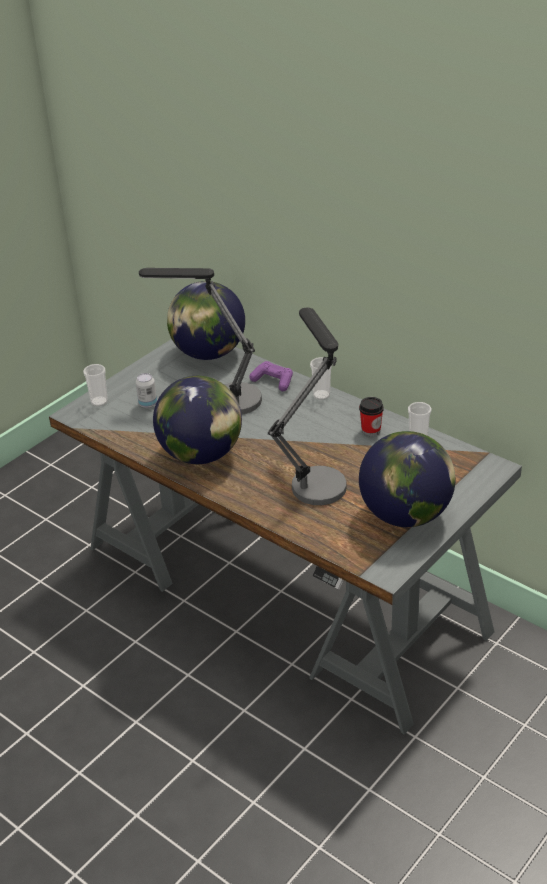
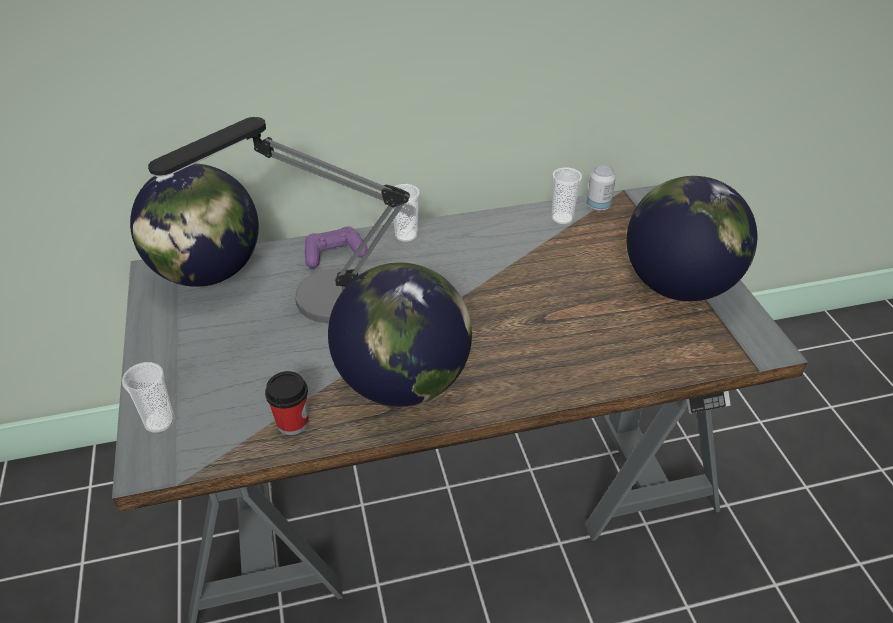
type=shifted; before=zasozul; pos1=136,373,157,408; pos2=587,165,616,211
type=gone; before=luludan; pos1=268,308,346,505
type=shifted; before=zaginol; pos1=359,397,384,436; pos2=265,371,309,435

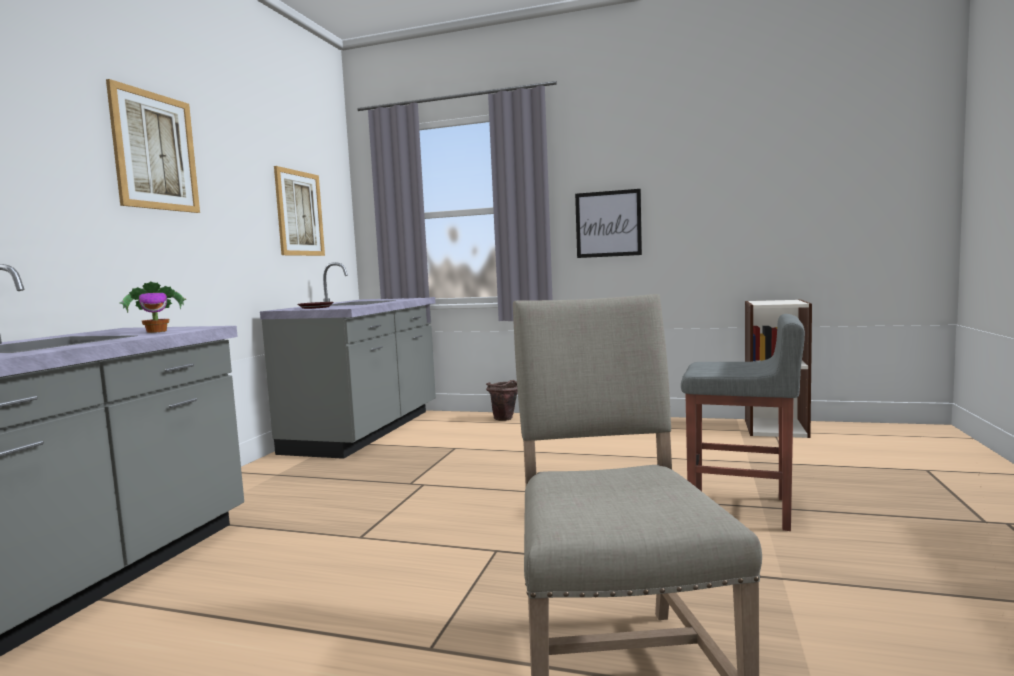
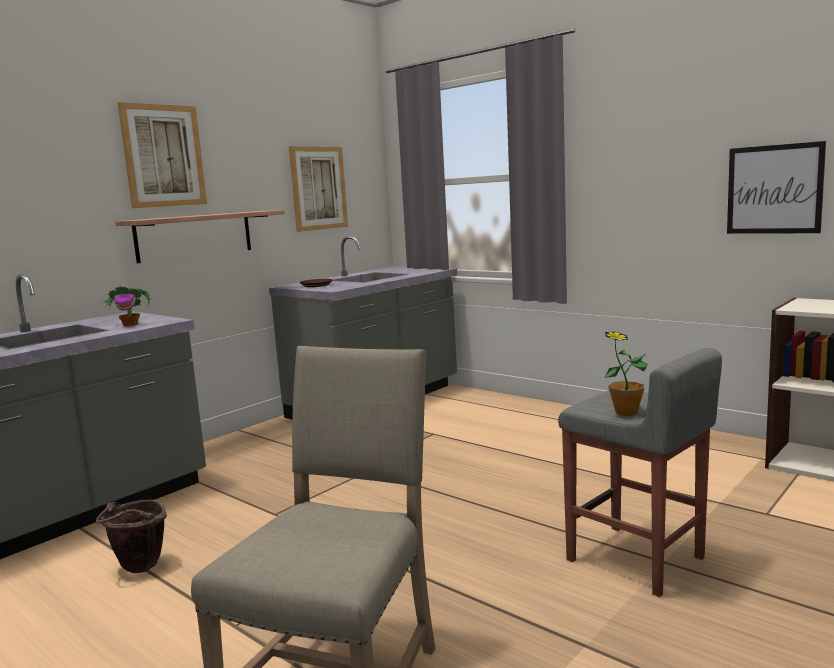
type=shifted; before=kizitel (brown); pos1=486,380,518,421; pos2=96,500,167,573
type=shifted; before=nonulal; pos1=575,189,642,258; pos2=727,141,826,234
type=new; after=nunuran; pos2=115,210,285,263
type=new; after=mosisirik; pos2=604,332,648,416

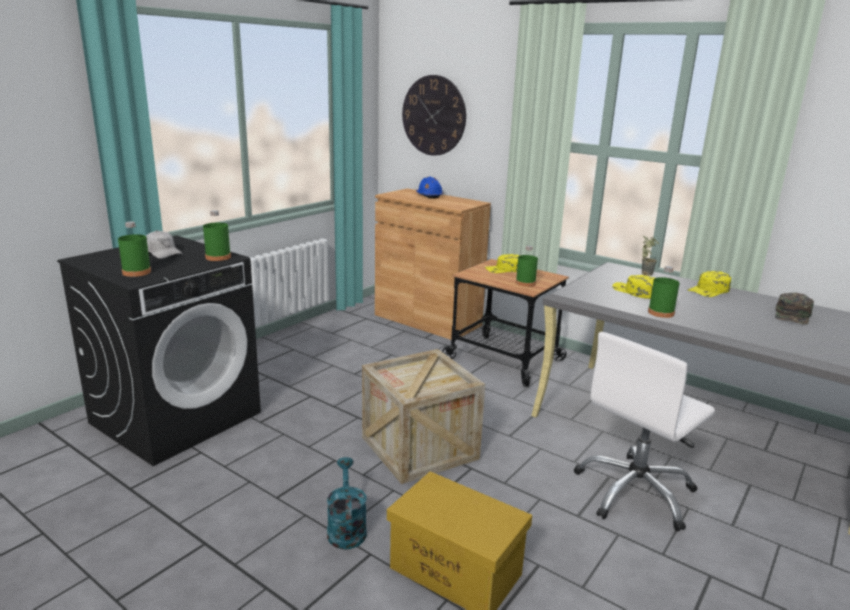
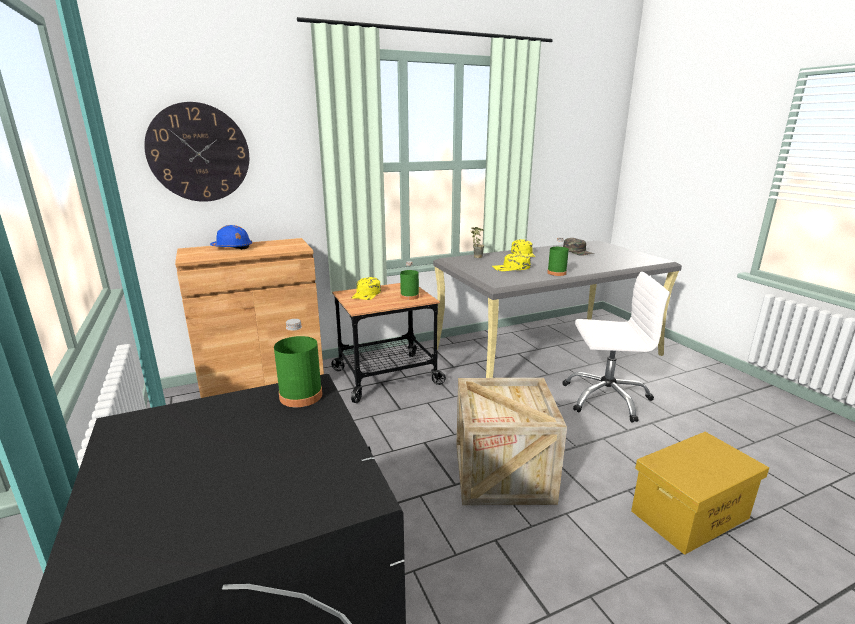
type=gone; before=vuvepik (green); pos1=118,221,151,277
type=gone; before=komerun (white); pos1=146,230,183,259
type=gone; before=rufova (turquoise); pos1=327,457,367,549
type=rotated; before=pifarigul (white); pos1=574,332,715,531; pos2=562,272,670,423; turn=-75

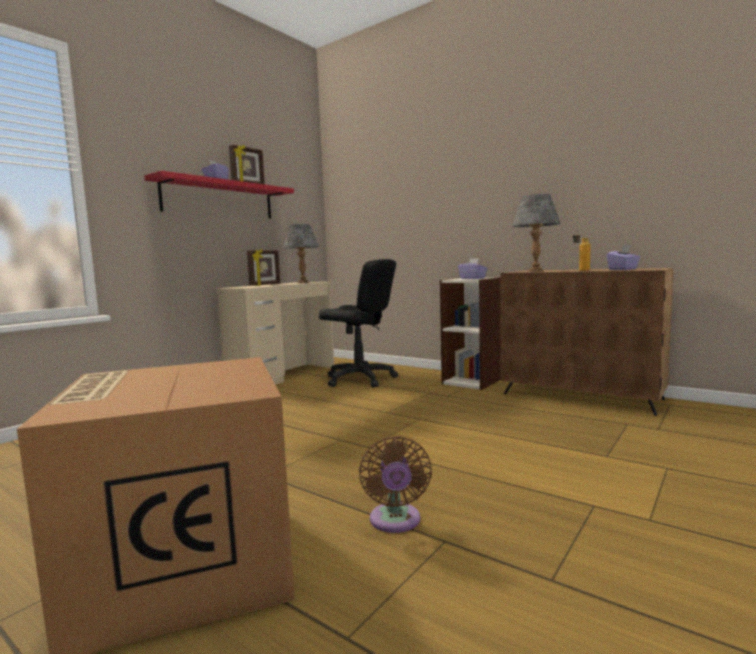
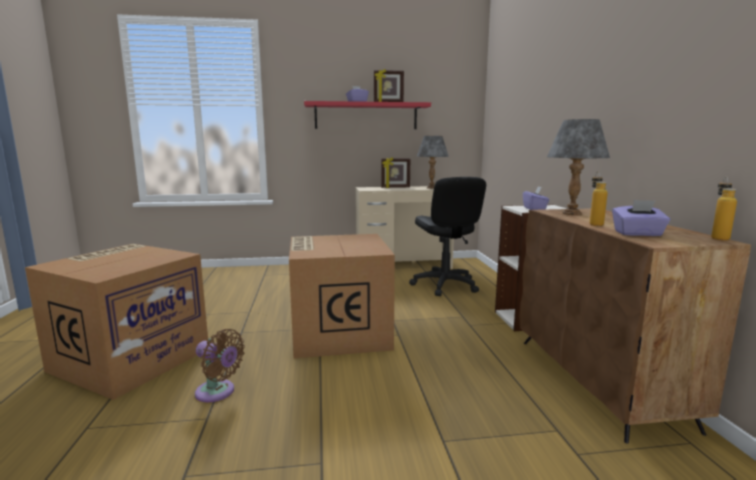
type=rotated; before=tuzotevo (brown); pos1=359,436,432,533; pos2=195,329,245,402; turn=-105
type=new; after=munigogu; pos2=289,234,395,359
type=new; after=vuvepik; pos2=711,176,737,241

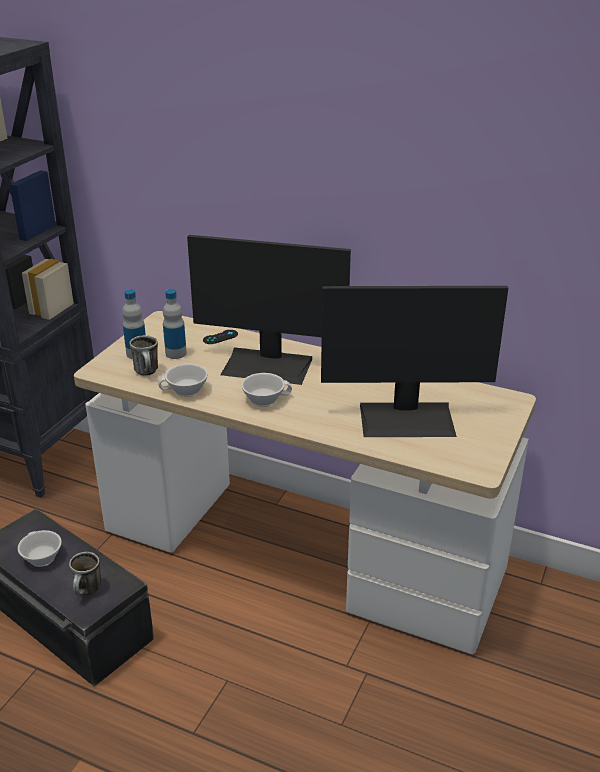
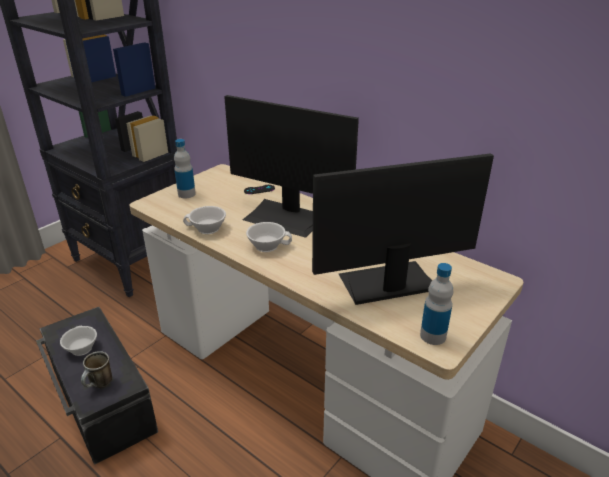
type=gone; before=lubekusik; pos1=129,335,158,376
type=shifted; before=vuvepik; pos1=163,289,187,359; pos2=420,263,453,345
type=rotated; before=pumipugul; pos1=321,286,508,437; pos2=312,153,494,305; turn=150

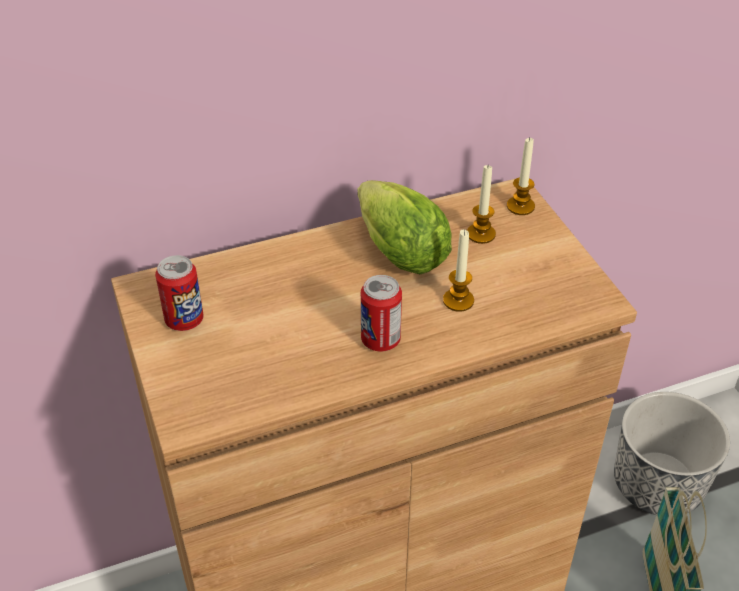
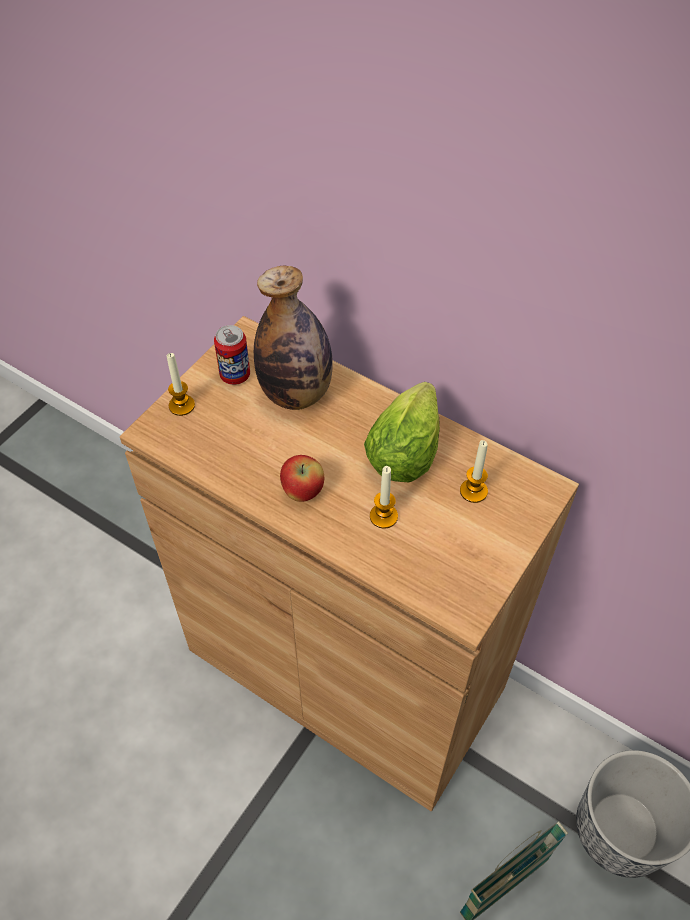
type=swapped; before=zasozul; after=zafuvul; pos1=361,275,402,351; pos2=280,455,324,502
type=shifted; before=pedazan; pos1=507,137,535,215; pos2=167,353,195,416
type=new; after=vuvepik; pos2=254,266,333,410

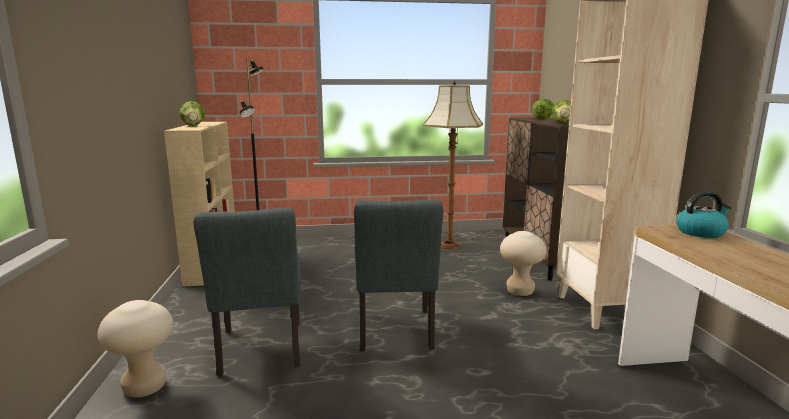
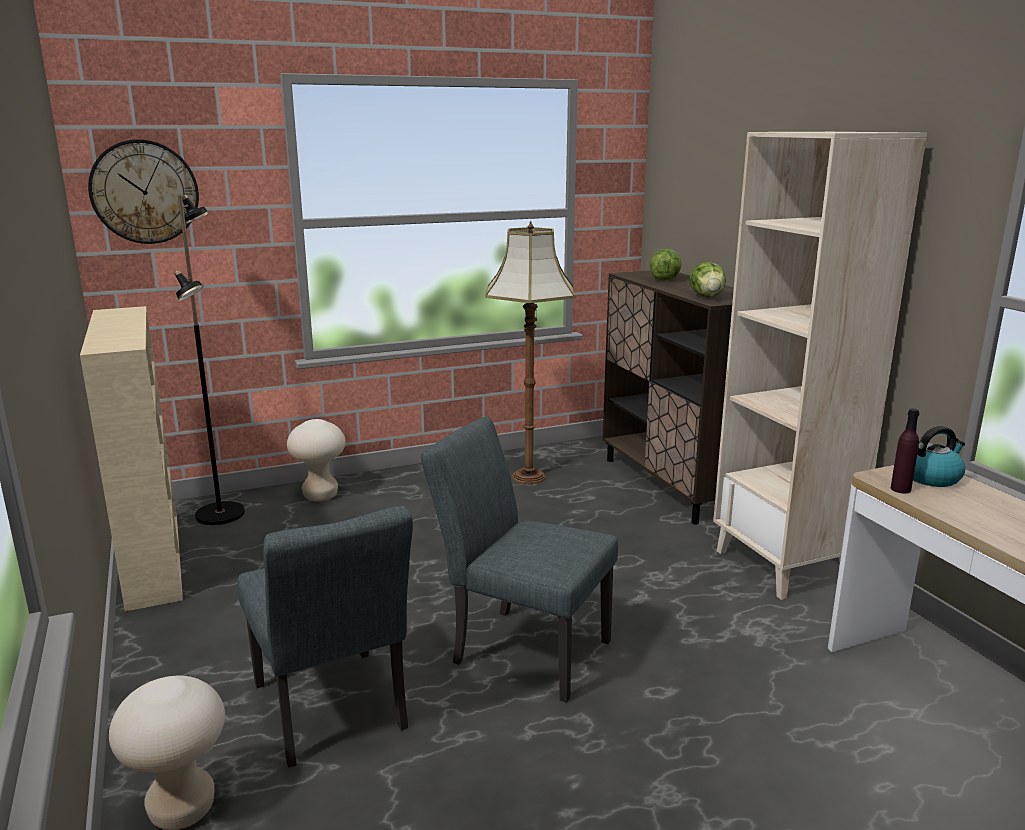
type=gone; before=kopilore; pos1=179,101,205,126
type=rotated; before=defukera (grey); pos1=354,200,443,352; pos2=421,417,618,703; turn=135
type=shifted; before=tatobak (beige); pos1=500,231,547,296; pos2=287,419,346,501
type=new; after=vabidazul; pos2=88,139,199,244
type=new; after=vuvepik (purple); pos2=891,409,919,494

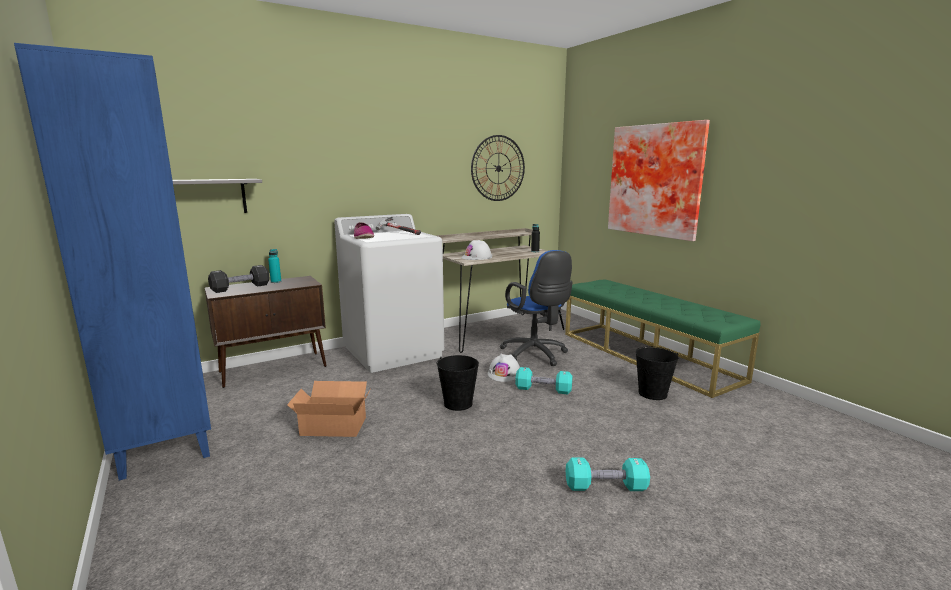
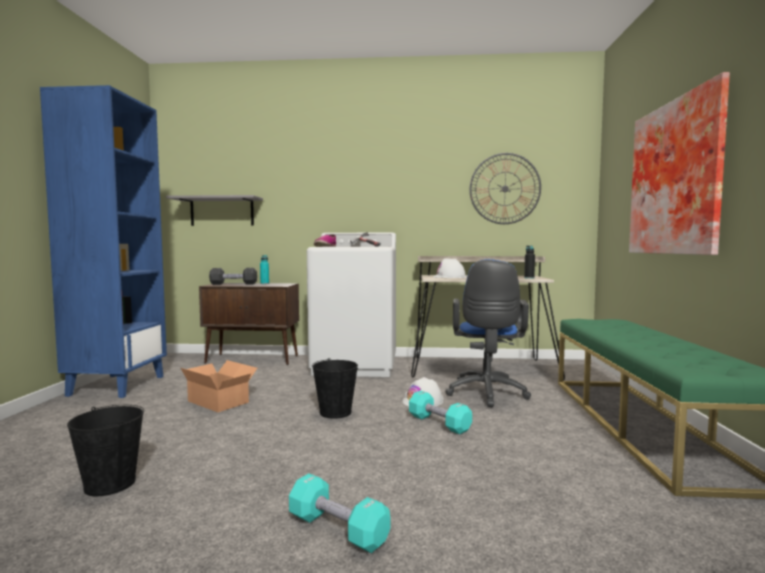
type=shifted; before=kizitel (black); pos1=636,346,678,400; pos2=67,405,144,496

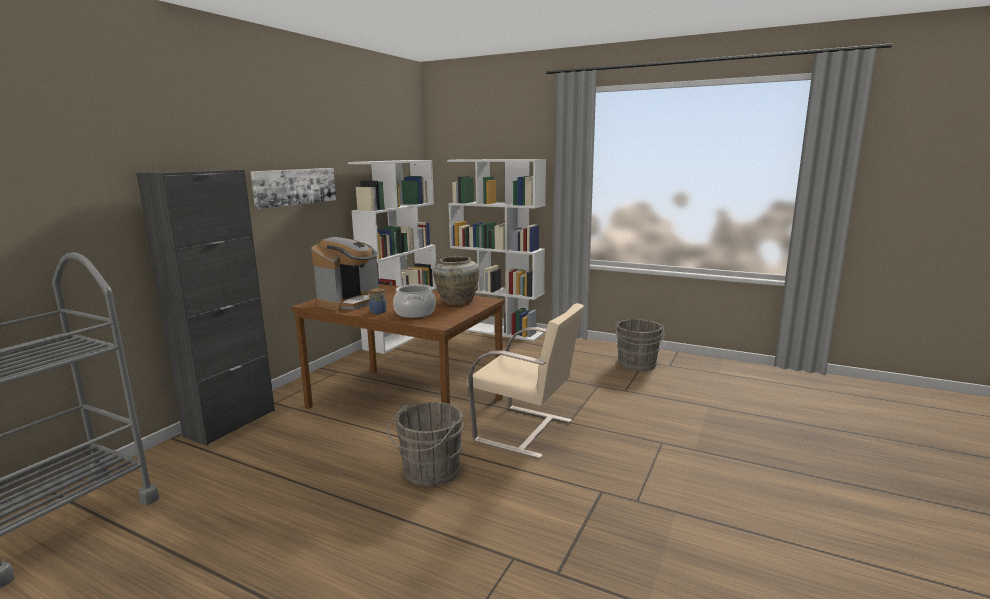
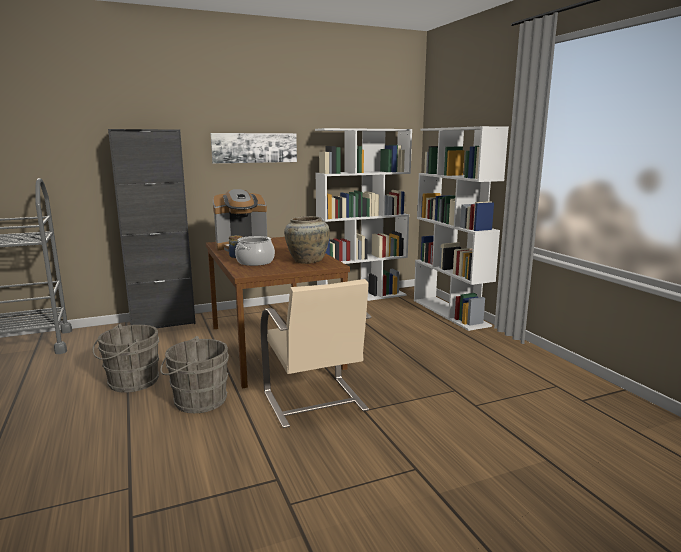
type=shifted; before=kizitel (grey); pos1=616,319,665,371; pos2=93,324,159,392

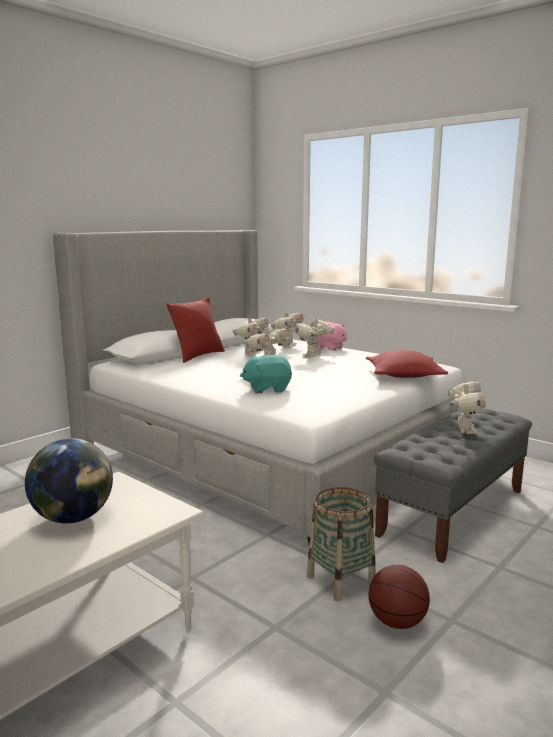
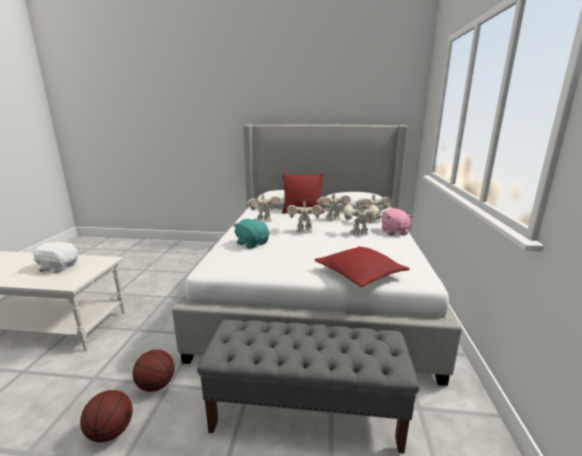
type=swapped; before=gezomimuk; after=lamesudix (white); pos1=25,438,113,524; pos2=31,241,78,273
type=swapped; before=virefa; after=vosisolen; pos1=307,487,376,601; pos2=133,350,175,392
type=shifted; before=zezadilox; pos1=448,379,486,434; pos2=246,194,280,222

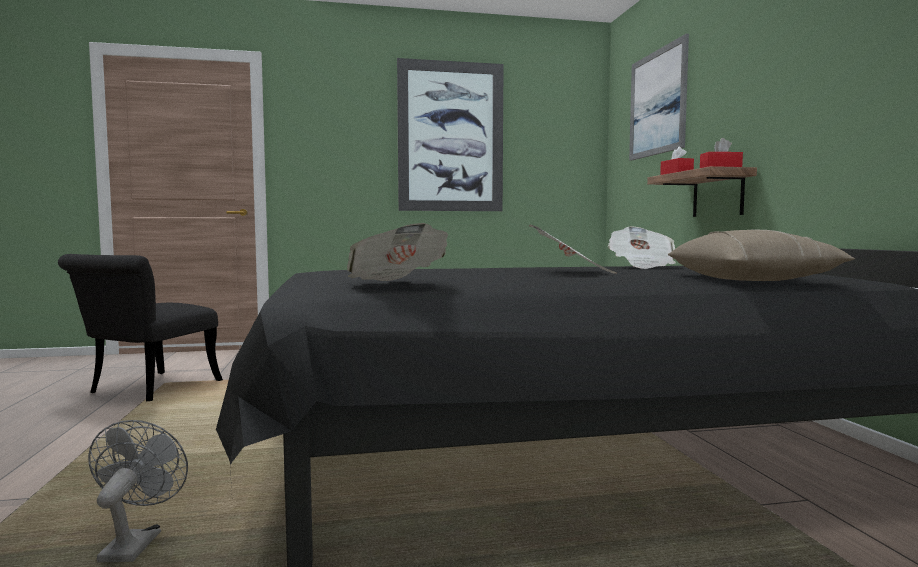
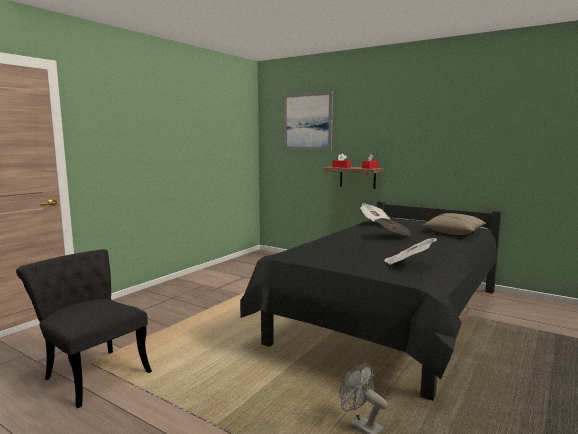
type=rotated; before=defukera (black); pos1=58,254,223,401; pos2=16,249,152,408; turn=150
type=gone; before=nonulal; pos1=397,58,504,211

